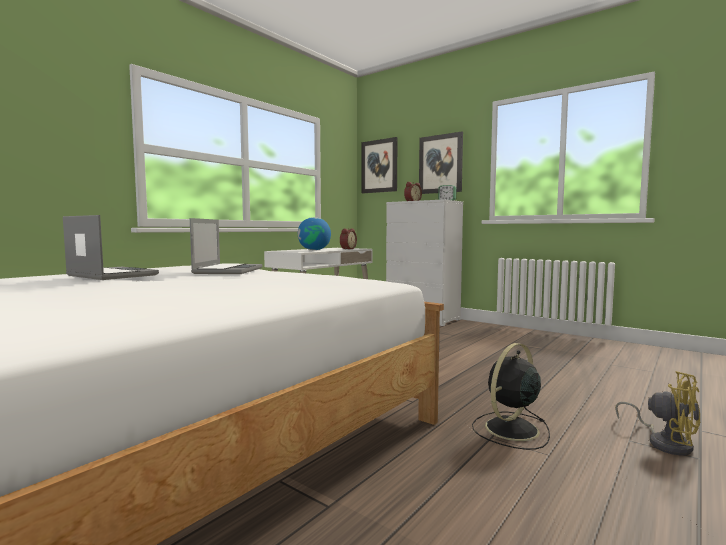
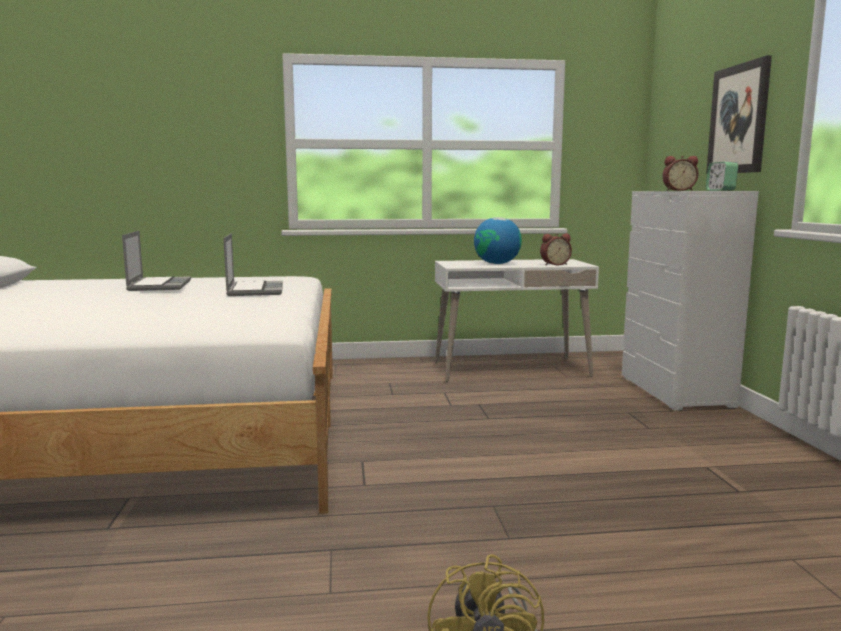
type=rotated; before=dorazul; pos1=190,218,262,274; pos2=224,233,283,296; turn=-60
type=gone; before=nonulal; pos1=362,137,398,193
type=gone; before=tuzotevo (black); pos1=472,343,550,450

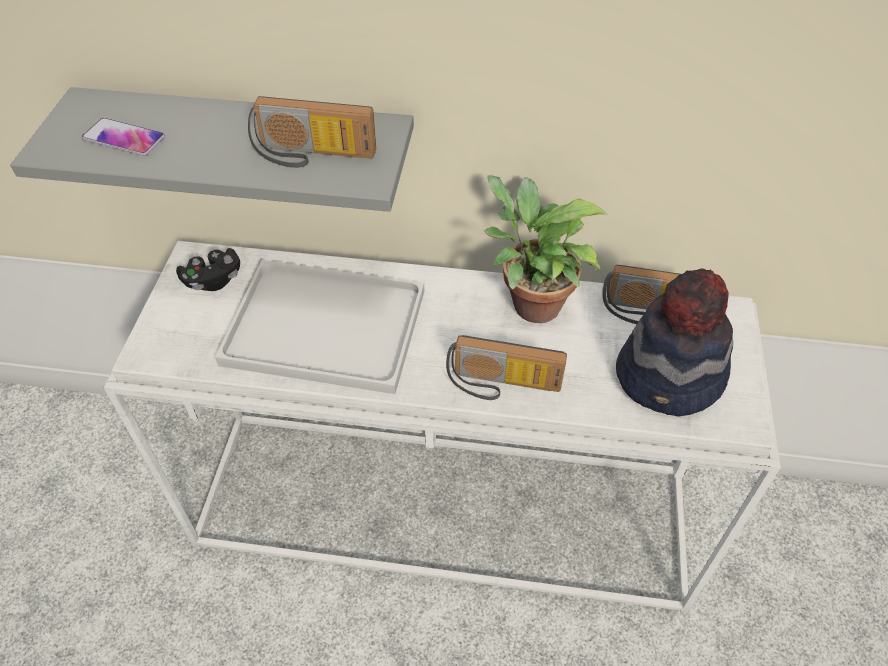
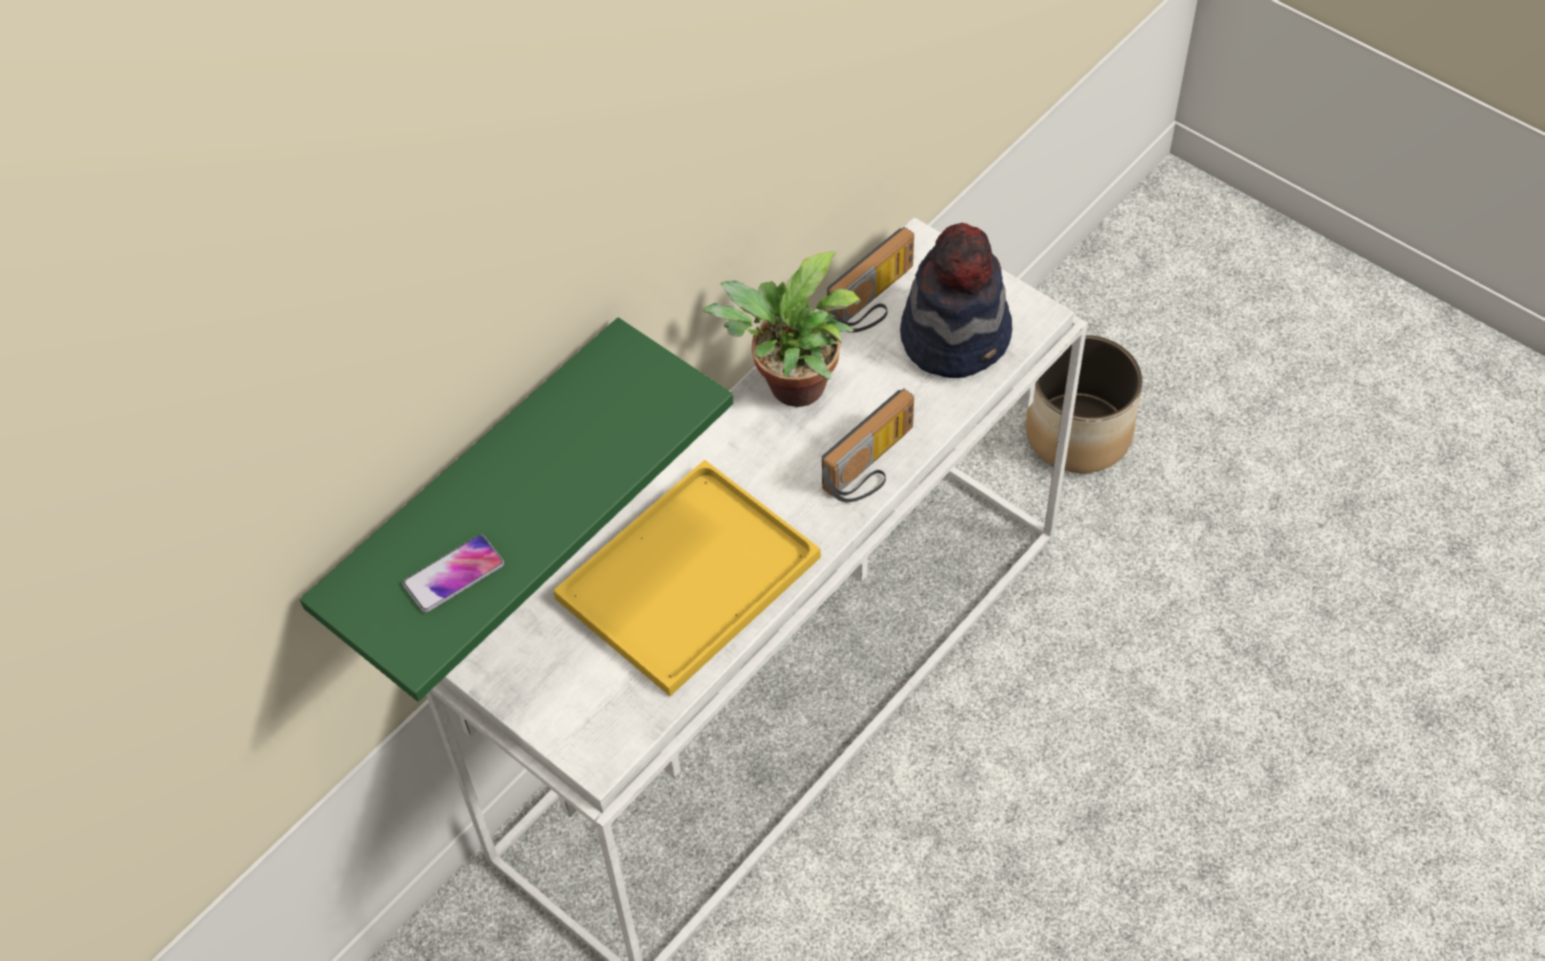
type=repainted; before=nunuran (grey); after=nunuran (green); pos1=10,87,414,212; pos2=300,318,733,702
type=gone; before=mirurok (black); pos1=176,248,240,291
type=repainted; before=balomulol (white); after=balomulol (yellow); pos1=215,260,424,394; pos2=553,460,821,696
type=gone; before=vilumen; pos1=248,96,376,168
type=new; after=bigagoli; pos2=1026,335,1142,473

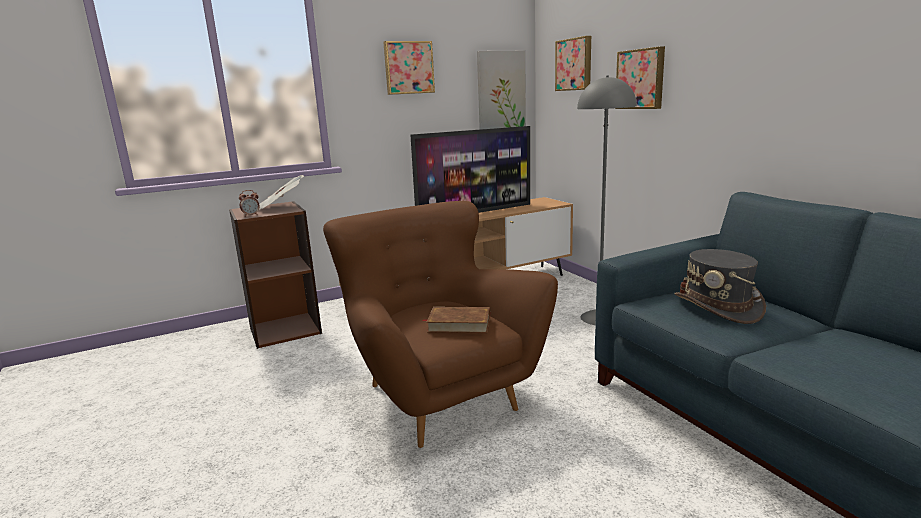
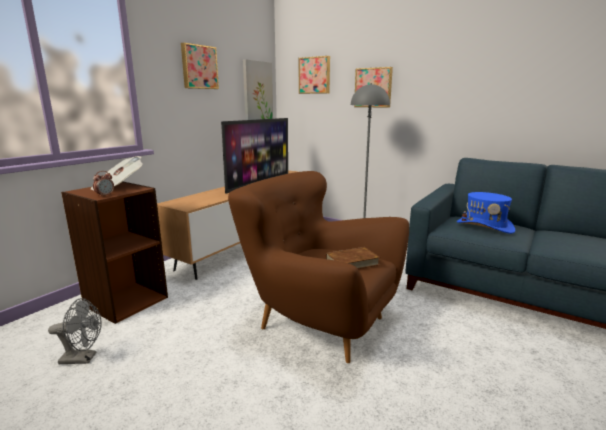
type=repainted; before=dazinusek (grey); after=dazinusek (blue); pos1=675,249,766,324; pos2=457,192,515,234
type=new; after=tuzotevo (grey); pos2=48,298,102,364

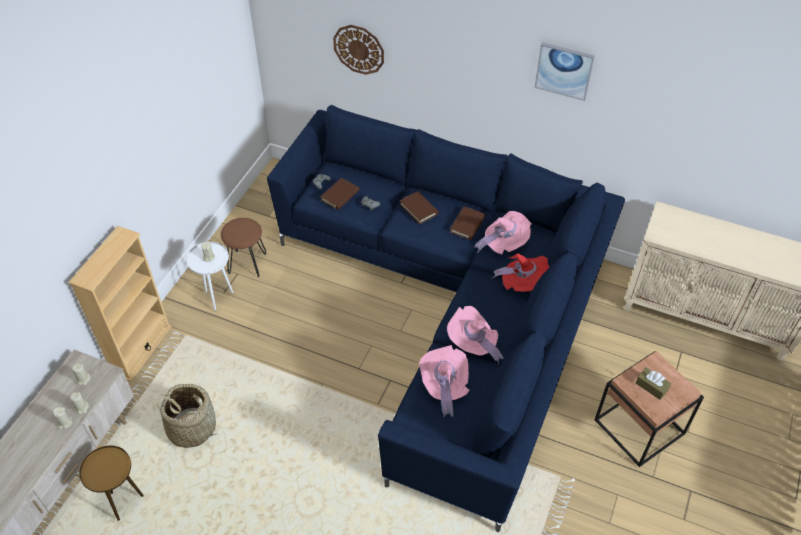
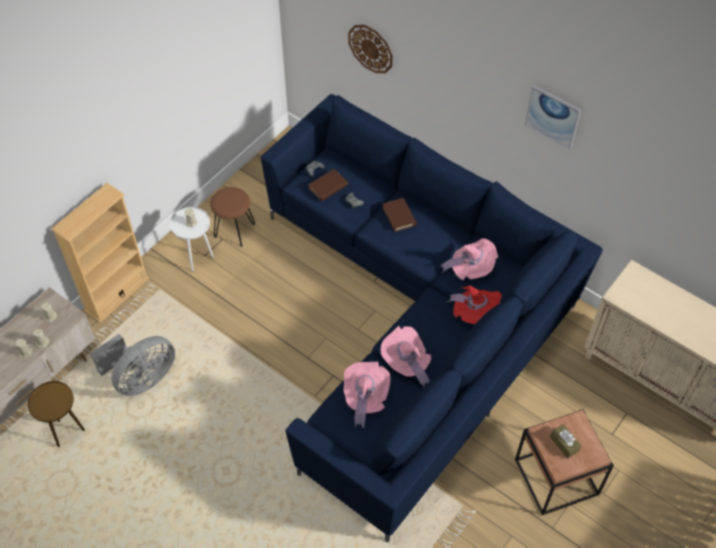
type=swapped; before=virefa; after=tuzotevo (grey); pos1=157,384,218,448; pos2=90,334,175,396
type=gone; before=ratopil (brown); pos1=450,206,485,240

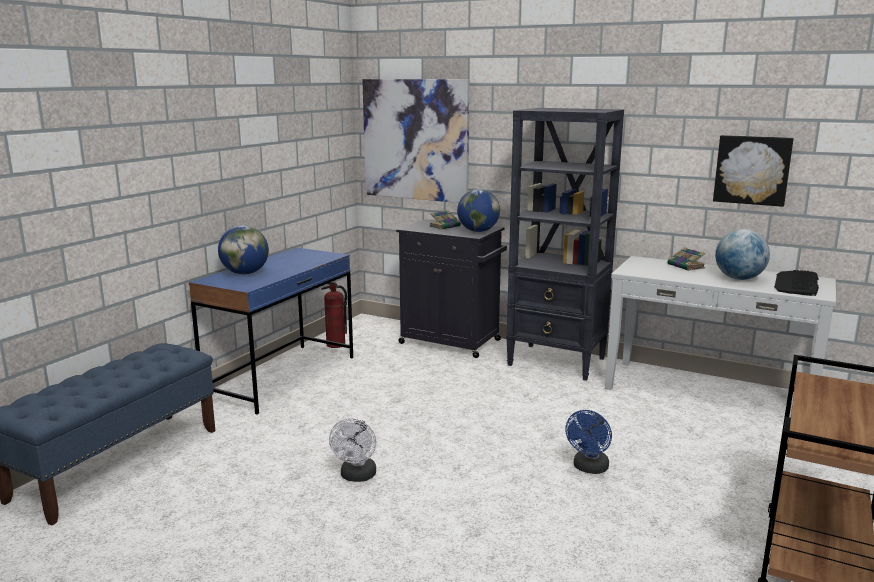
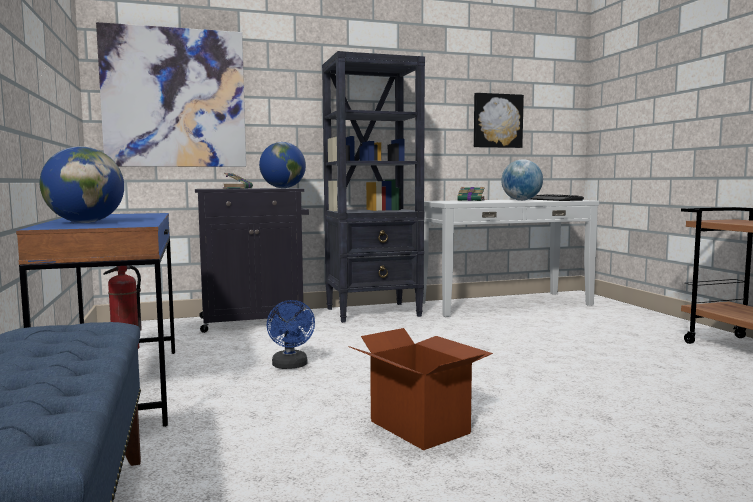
type=swapped; before=tuzotevo (white); after=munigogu; pos1=329,418,376,482; pos2=348,328,493,450
type=shifted; before=tuzotevo (blue); pos1=565,410,612,474; pos2=267,300,315,369

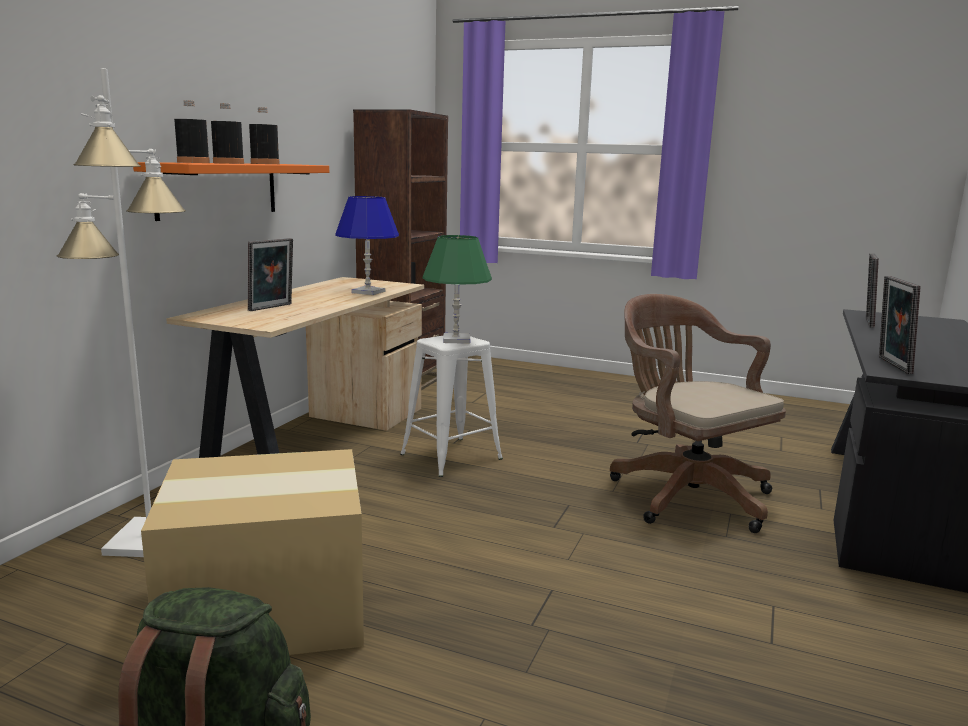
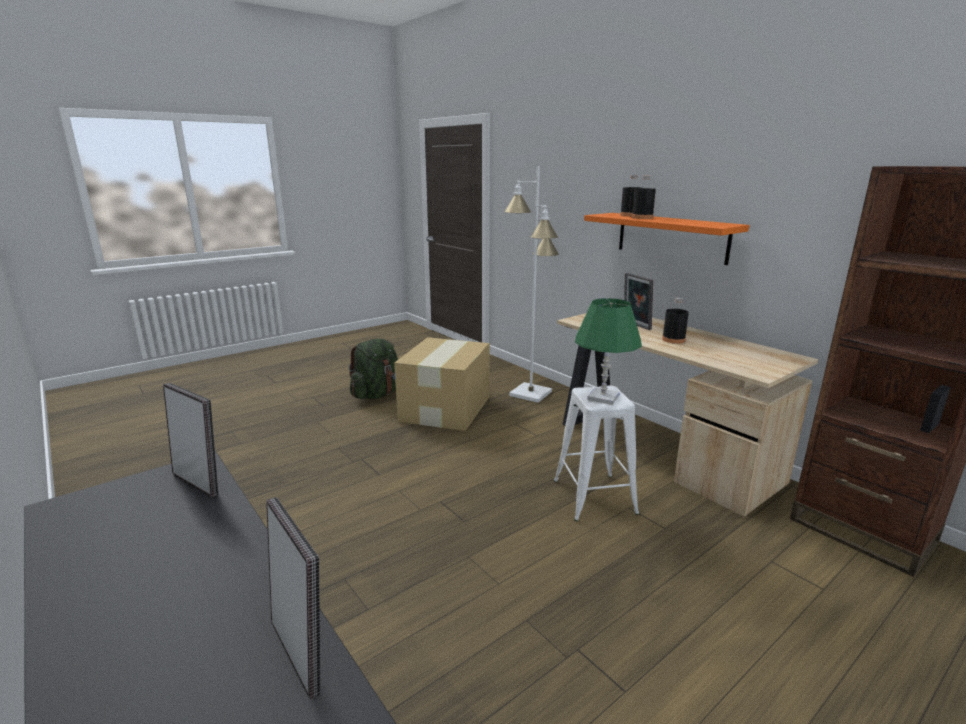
type=shifted; before=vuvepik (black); pos1=249,107,280,164; pos2=662,298,689,344
type=gone; before=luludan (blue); pos1=335,196,399,295
type=gone; before=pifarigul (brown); pos1=610,294,786,533

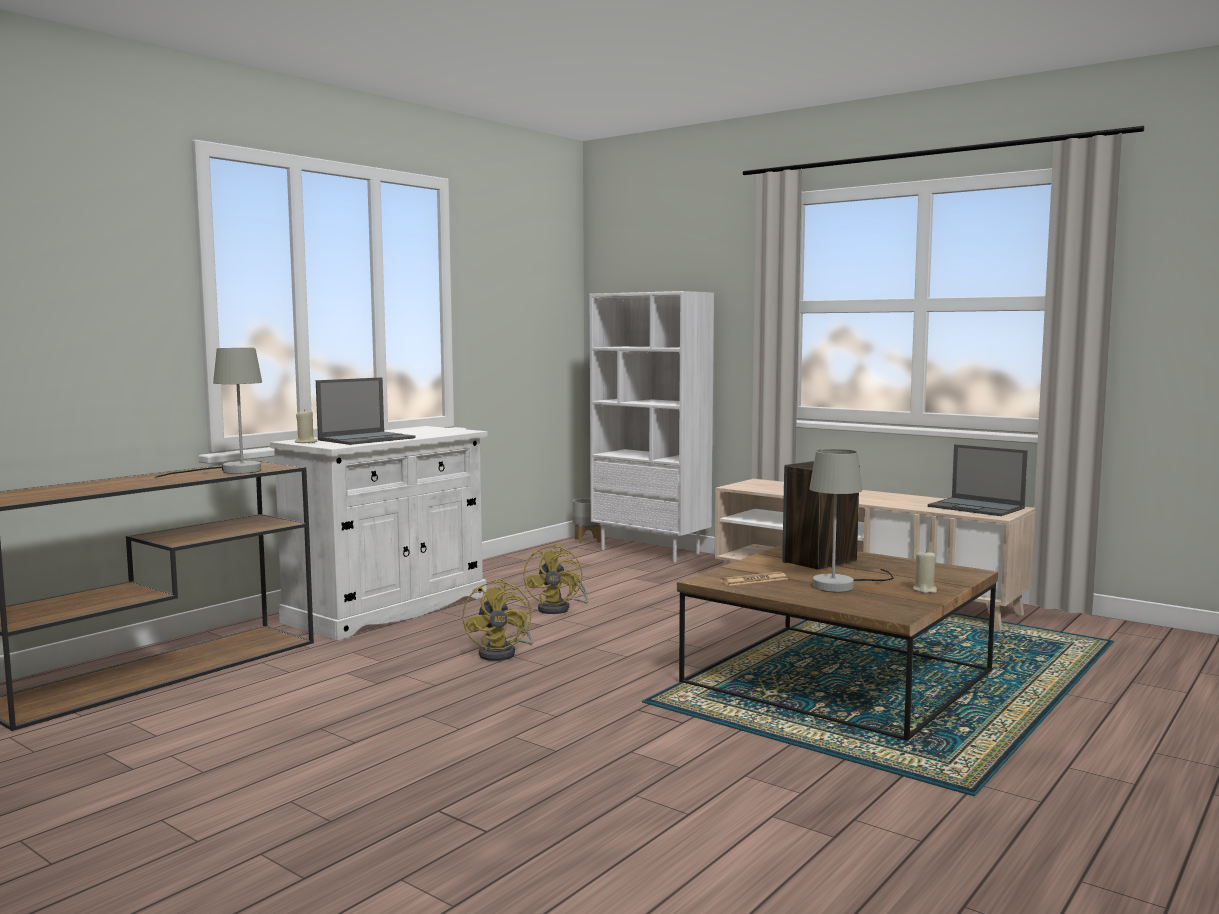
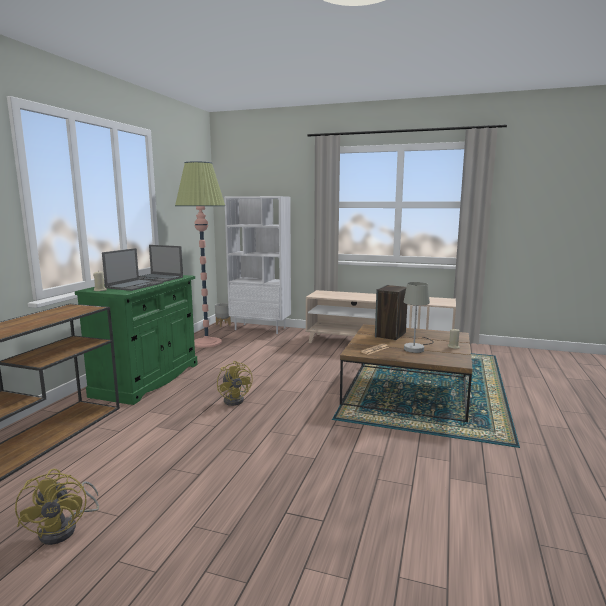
type=gone; before=luludan (grey); pos1=155,348,262,479
type=repainted; before=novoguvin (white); after=novoguvin (green); pos1=270,426,487,641; pos2=75,275,198,405
type=shifted; before=tuzotevo (yellow); pos1=524,544,589,614; pos2=15,469,99,545
type=shifted; before=dorazul; pos1=928,444,1028,516; pos2=139,245,183,282
type=new; after=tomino; pos2=175,162,225,348

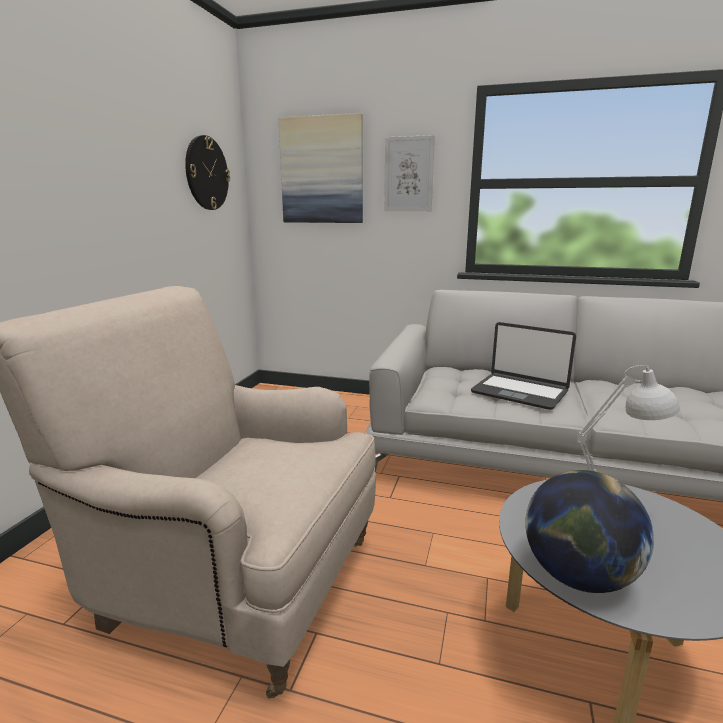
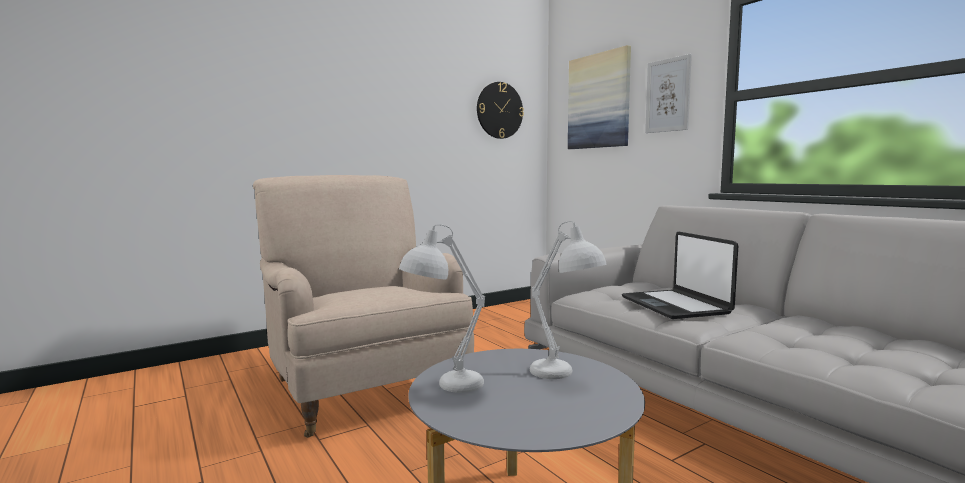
type=swapped; before=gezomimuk; after=luludan (white); pos1=525,470,654,593; pos2=399,224,485,393

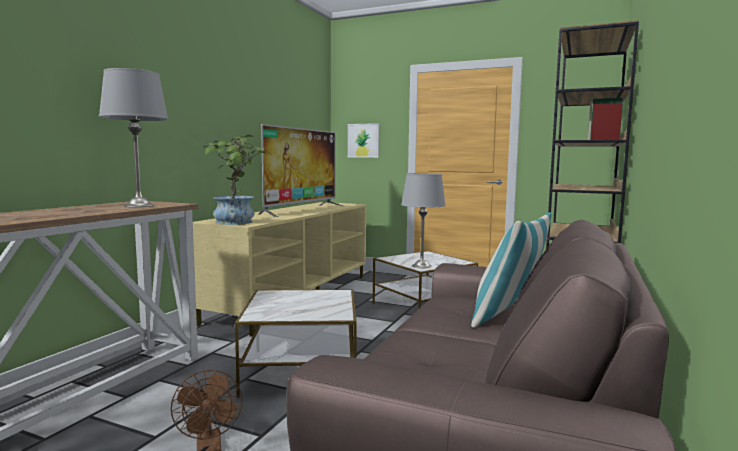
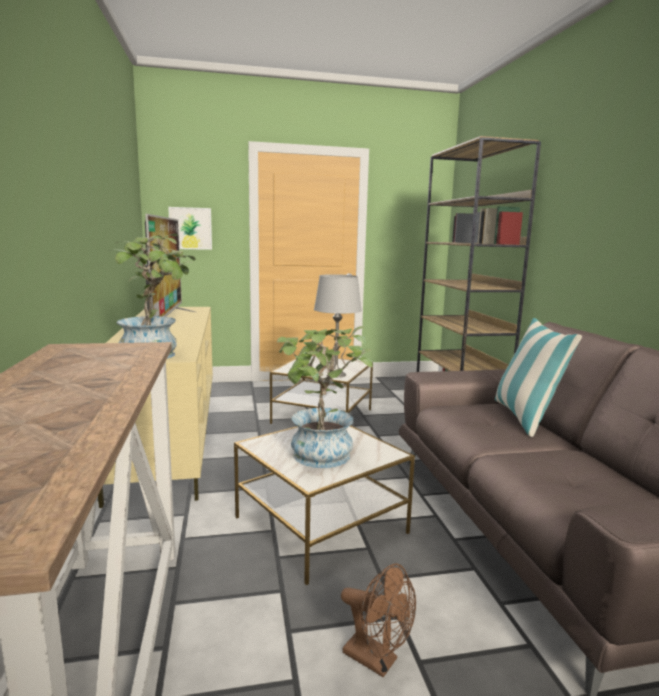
type=gone; before=luludan (grey); pos1=99,68,168,207
type=new; after=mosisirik; pos2=277,326,373,468

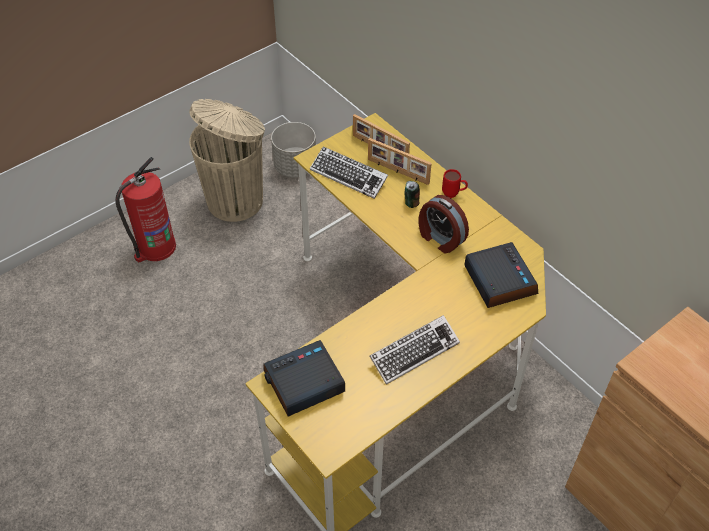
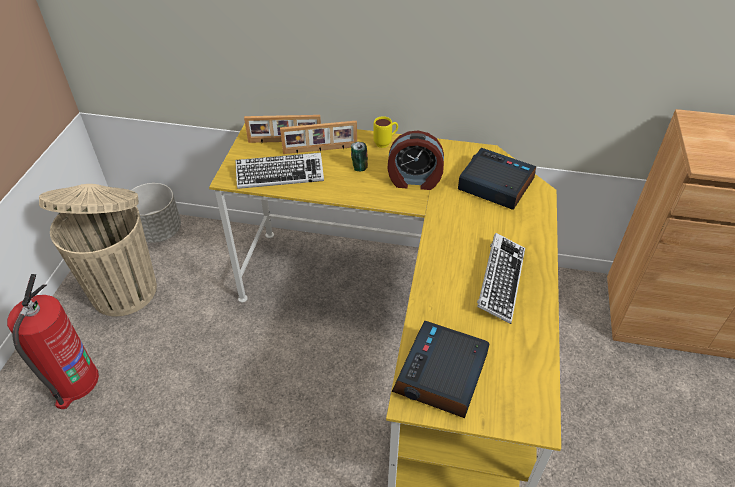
type=repainted; before=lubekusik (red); after=lubekusik (yellow); pos1=442,169,468,198; pos2=373,116,398,148

